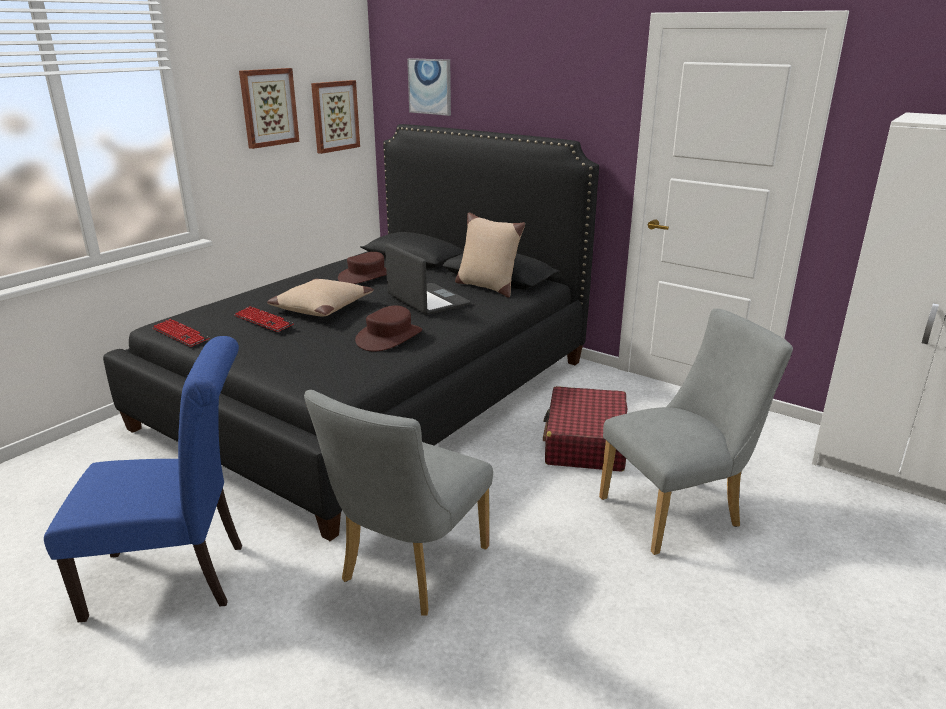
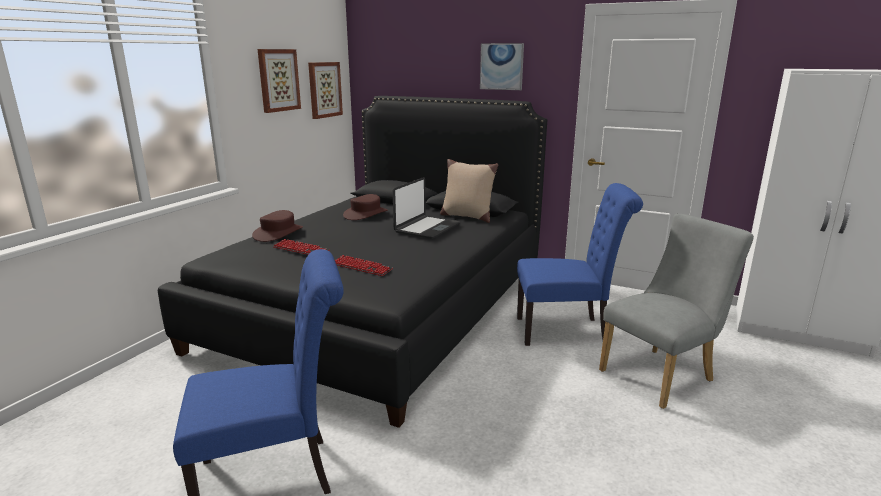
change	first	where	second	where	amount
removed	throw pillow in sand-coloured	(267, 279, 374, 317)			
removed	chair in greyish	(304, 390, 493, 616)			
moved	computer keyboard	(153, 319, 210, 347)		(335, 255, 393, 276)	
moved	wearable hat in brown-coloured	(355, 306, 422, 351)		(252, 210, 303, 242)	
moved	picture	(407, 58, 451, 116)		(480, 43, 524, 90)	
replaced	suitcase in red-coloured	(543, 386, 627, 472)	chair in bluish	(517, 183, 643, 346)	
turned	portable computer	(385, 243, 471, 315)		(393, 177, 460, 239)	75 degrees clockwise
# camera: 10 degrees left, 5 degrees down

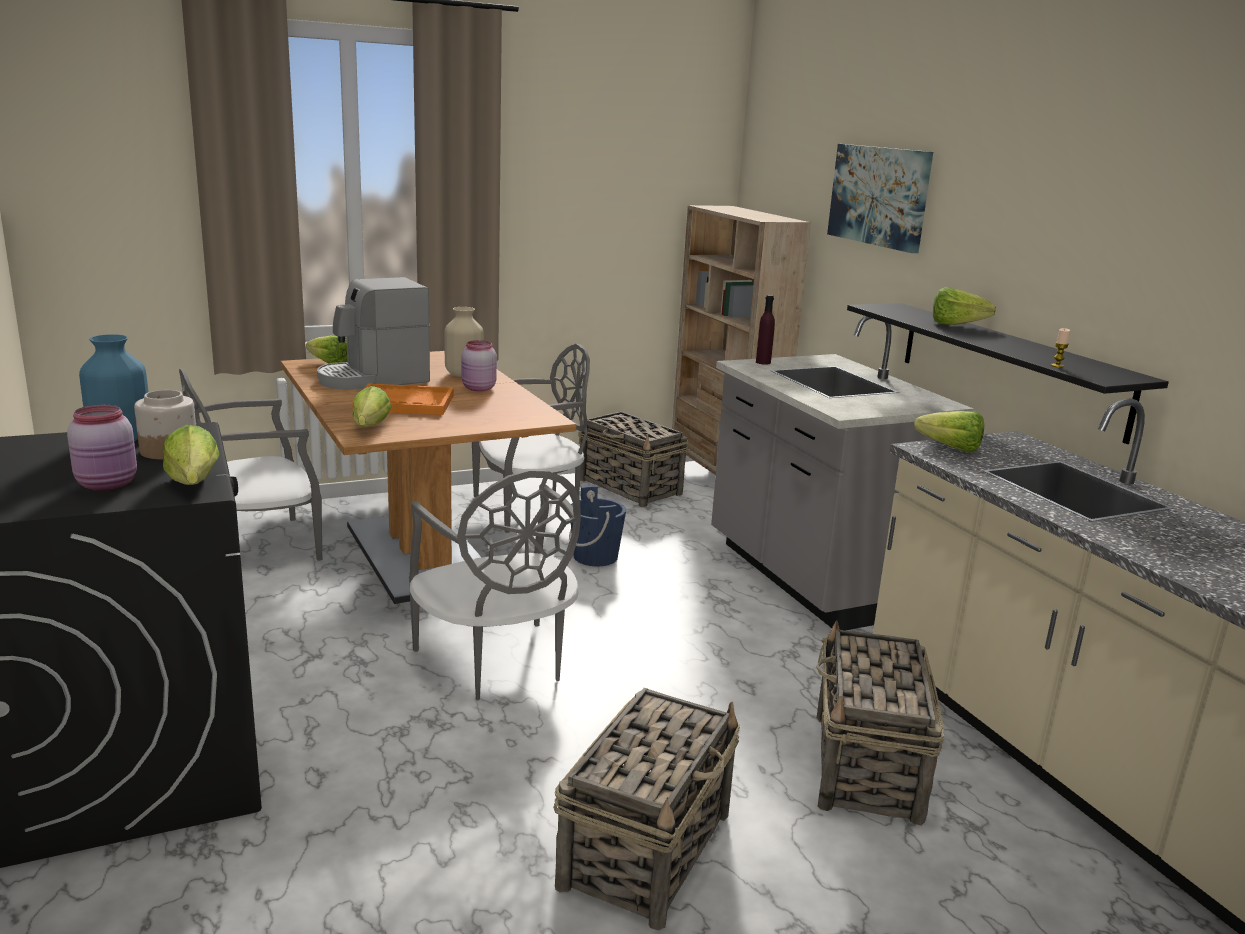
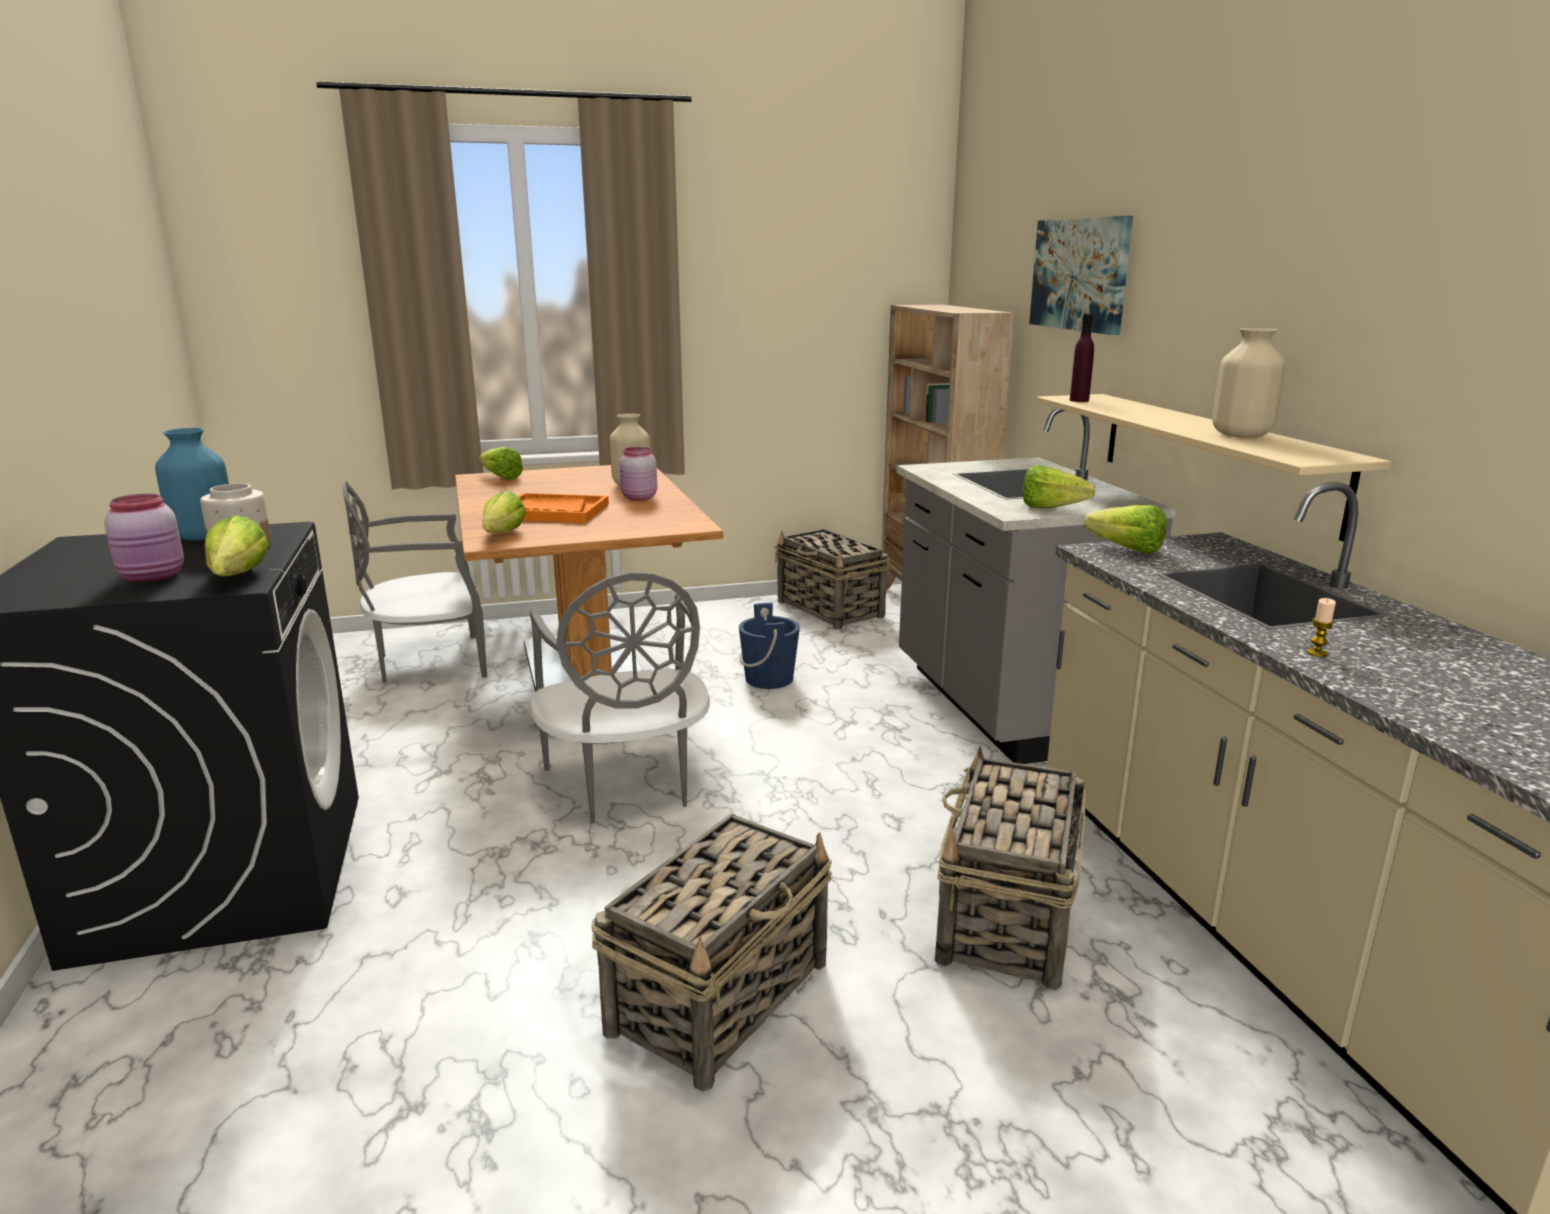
change	first	where	second	where	amount
removed	coffee brewer	(317, 277, 430, 390)			
removed	chair in greyish	(472, 344, 590, 533)			
added			vase in sand-coloured	(1212, 328, 1286, 438)	
moved	bottle in purplish	(756, 295, 775, 365)		(1070, 314, 1094, 402)	
moved	head of lettuce	(933, 287, 996, 325)		(1023, 465, 1096, 508)	
moved	candle	(1051, 328, 1070, 368)		(1307, 598, 1336, 657)	
recoloured	wall shelf in black-coloured	(847, 303, 1169, 444)	wall shelf in sand-coloured	(1036, 394, 1391, 542)	
# camera: 10 degrees right, 0 degrees up

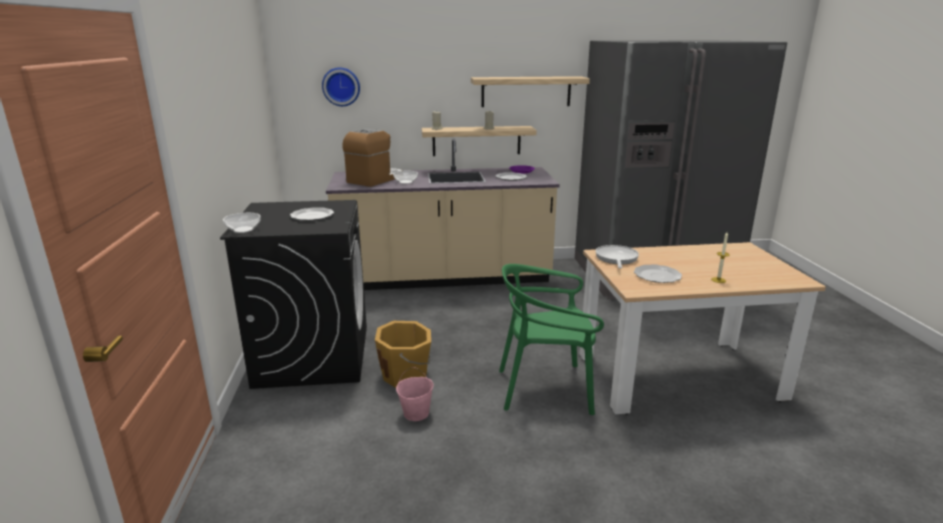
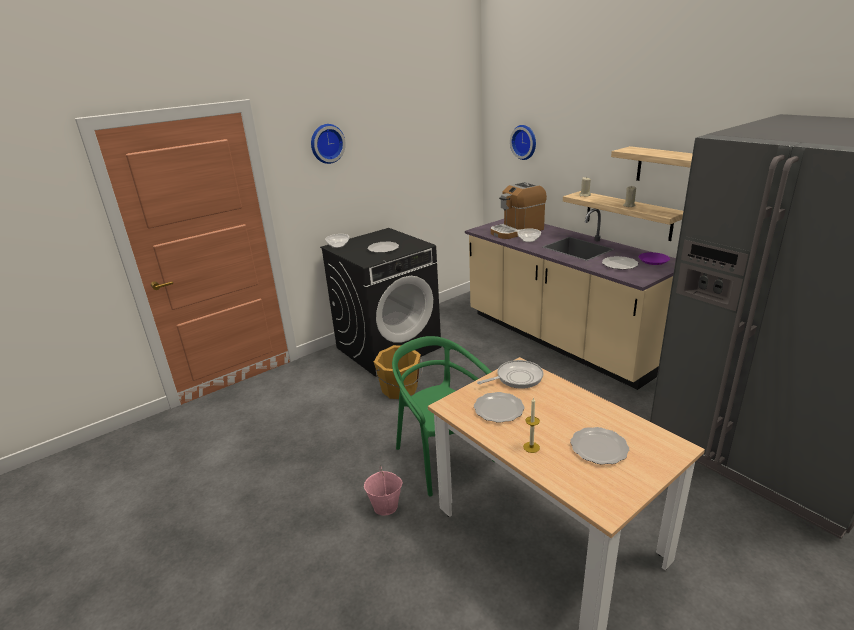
change	first	where	second	where	amount
added			wall clock	(311, 124, 346, 164)	
added			plate	(570, 427, 629, 465)	
moved	water bucket in pinkish	(396, 367, 434, 421)		(364, 465, 403, 516)	
turned	coffee brewer	(342, 129, 402, 187)		(491, 182, 547, 239)	150 degrees clockwise
# camera: 60 degrees right, 5 degrees up

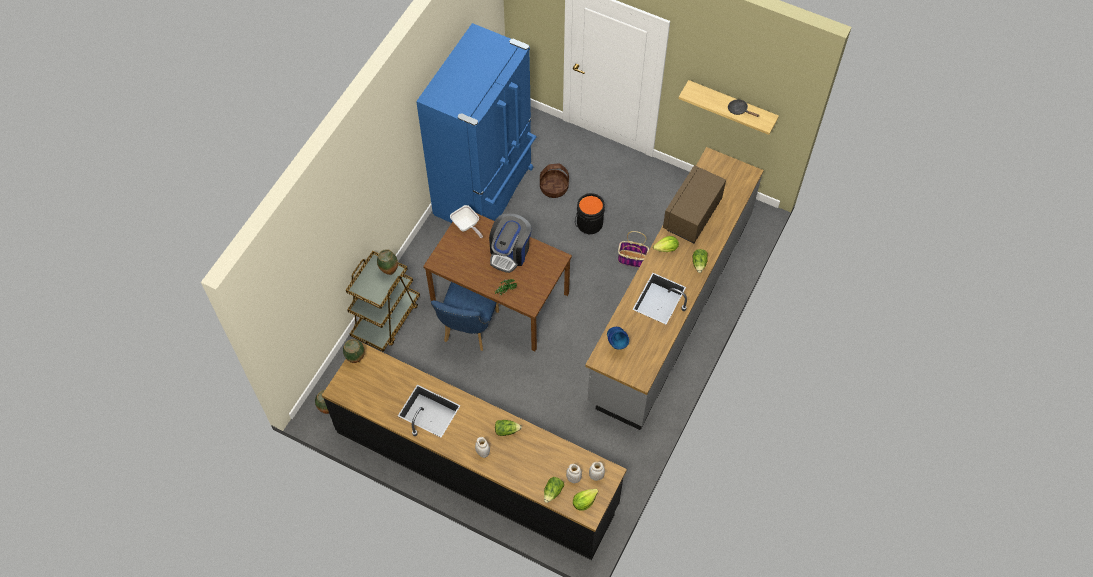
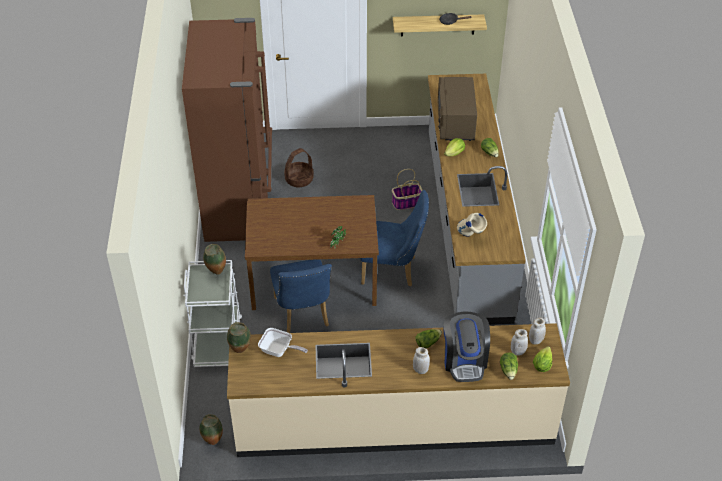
change	first	where	second	where	amount
removed	water bucket in black-coloured	(575, 193, 605, 234)			
added			chair in bluish	(360, 190, 429, 287)	
moved	skillet	(450, 205, 483, 238)		(258, 328, 308, 357)	
moved	coffee brewer	(489, 213, 532, 273)		(443, 312, 490, 382)	
recoloured	kitchen base unit in black-coloured	(322, 342, 627, 560)	kitchen base unit in sand-coloured	(227, 323, 570, 457)	
recoloured	cart in brown-coloured	(346, 251, 420, 352)	cart in white-coloured	(183, 260, 242, 367)	
recoloured	refrigerator in bluish	(416, 23, 537, 223)	refrigerator in brown-coloured	(182, 18, 272, 242)	
recoloured	vase in bluish	(607, 327, 629, 350)	vase in sand-coloured	(457, 213, 487, 237)	
# camera: 30 degrees left, 15 degrees down

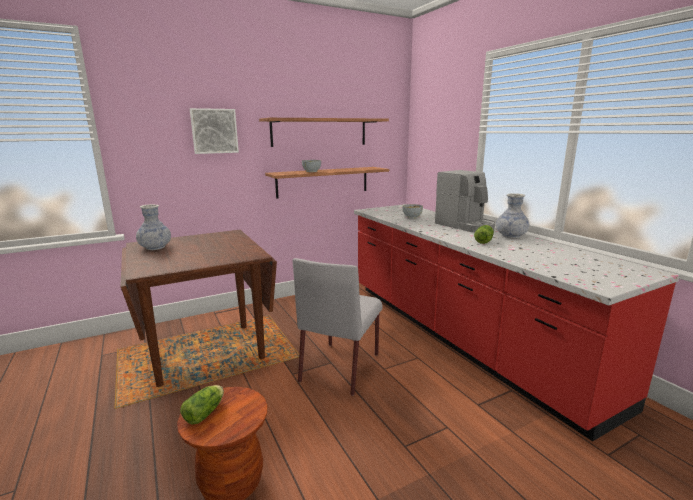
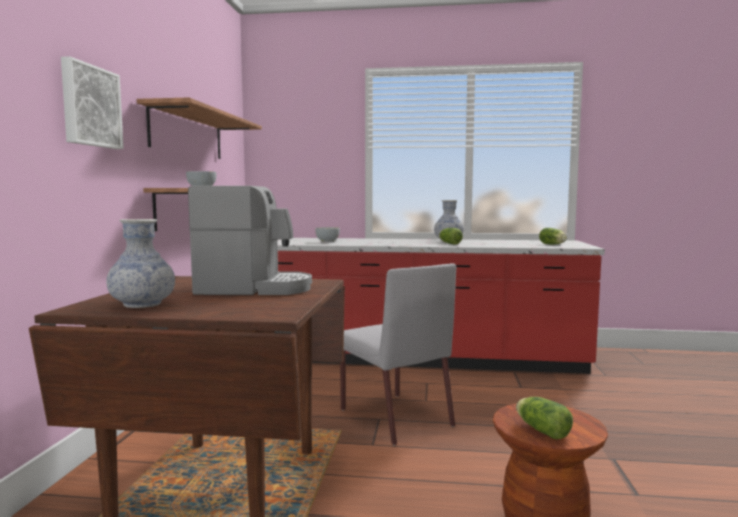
change	first	where	second	where	amount
added			head of lettuce	(539, 228, 567, 244)	
moved	coffee brewer	(435, 170, 496, 232)		(188, 186, 312, 295)	
# camera: 55 degrees left, 10 degrees down

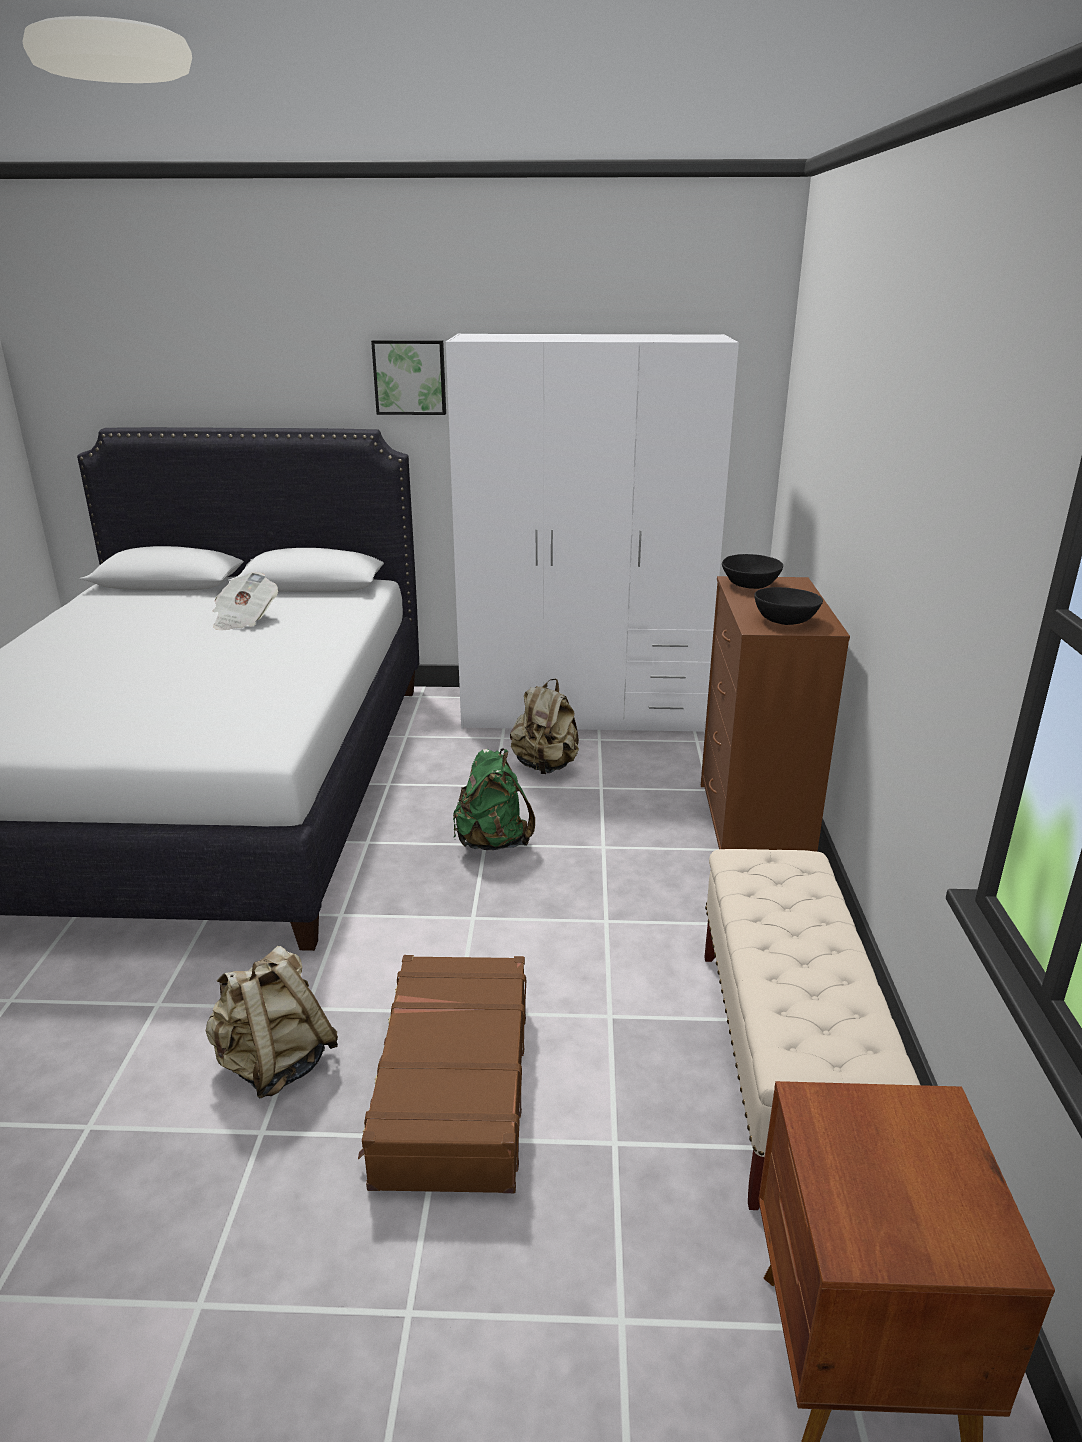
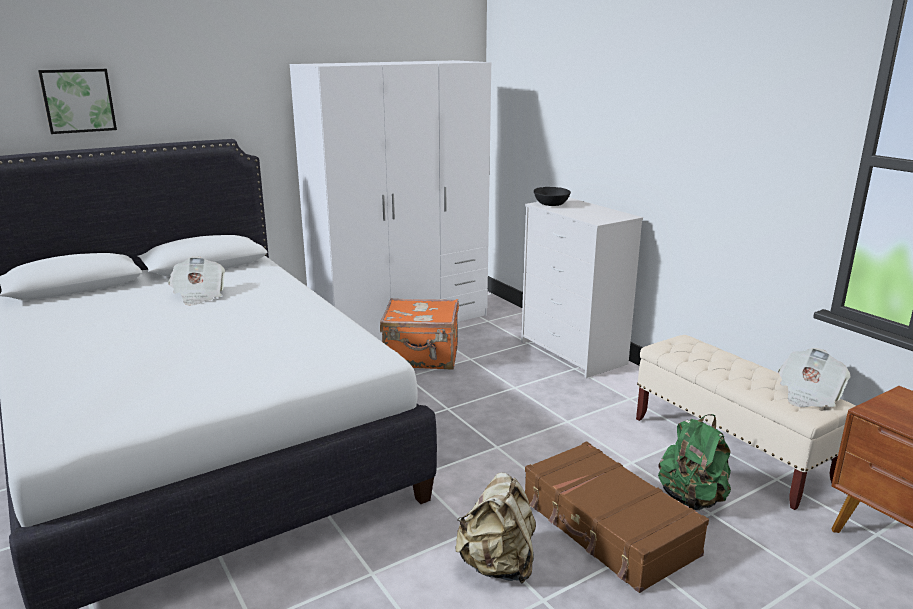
change	first	where	second	where	amount
removed	serving bowl in black-coloured	(754, 587, 823, 625)			
added			printed paper	(778, 348, 851, 407)	
moved	picture	(371, 340, 446, 415)		(38, 69, 117, 134)	
moved	rucksack in greenish	(453, 748, 535, 850)		(658, 414, 731, 510)	
replaced	rucksack in sand-coloured	(510, 679, 579, 774)	suitcase in orangey	(380, 298, 459, 370)	
recoloured	dresser in brown-coloured	(701, 576, 850, 852)	dresser in white-coloured	(521, 198, 643, 378)	
# camera: 35 degrees left, 5 degrees down

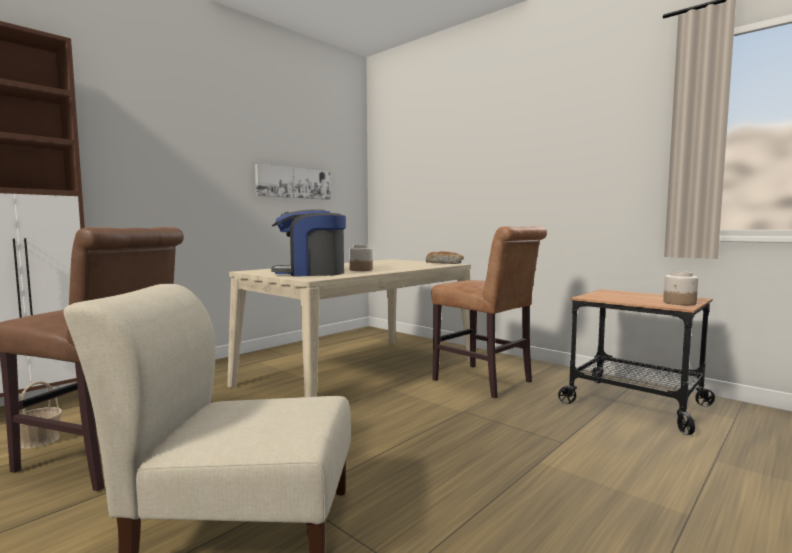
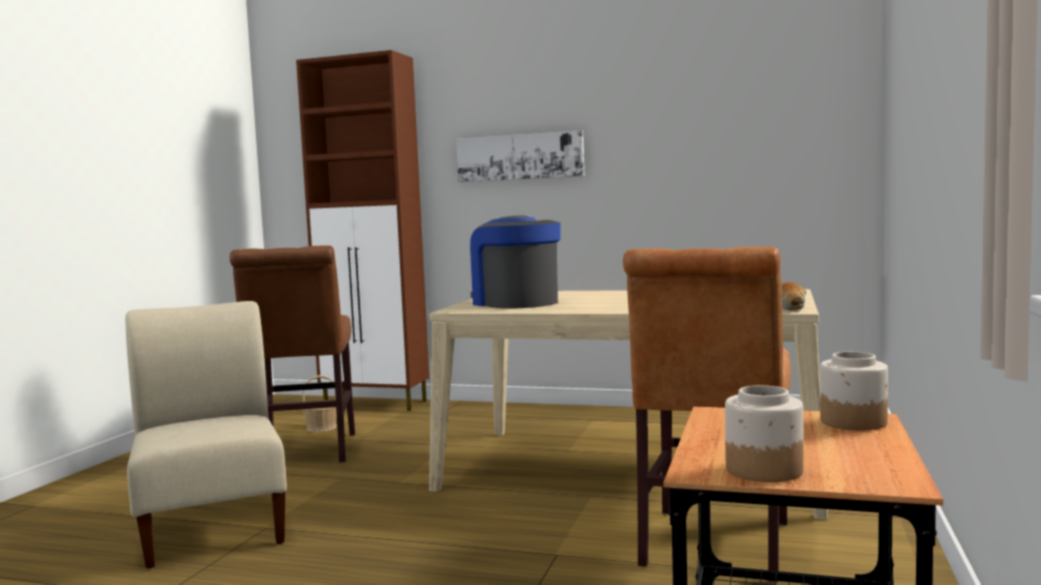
change	first	where	second	where	amount
moved	picture	(255, 164, 331, 200)		(456, 130, 585, 182)	
moved	jar	(349, 245, 373, 271)		(820, 352, 888, 430)	
# camera: 65 degrees right, 0 degrees up

